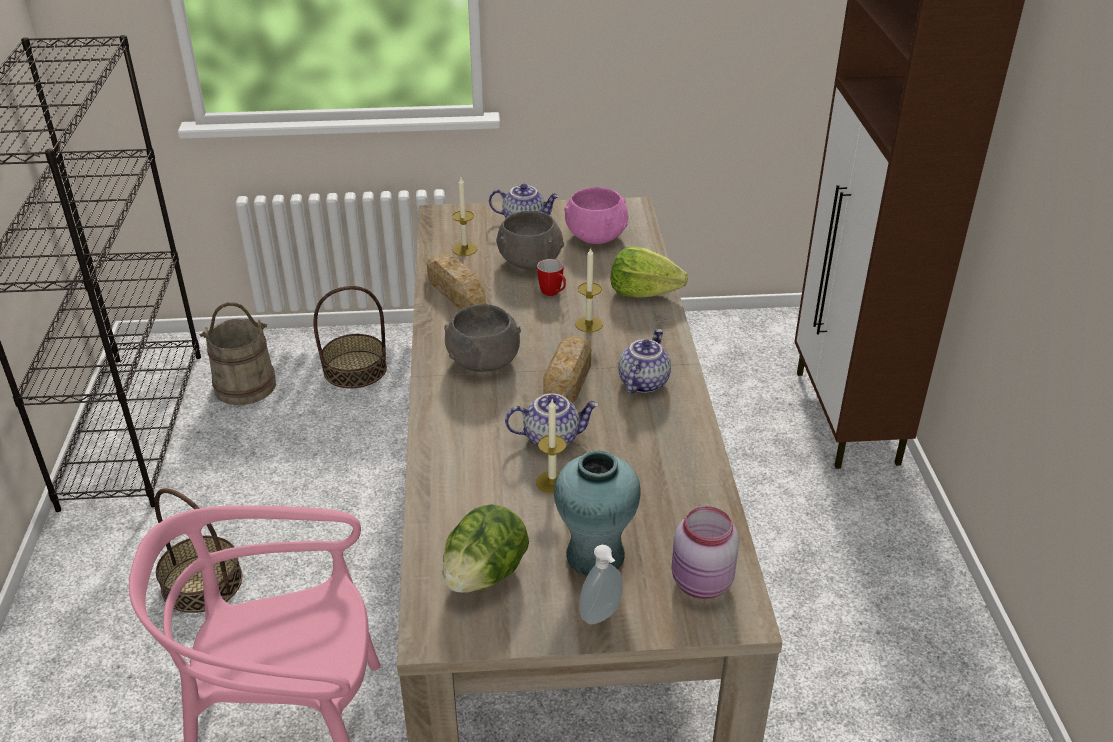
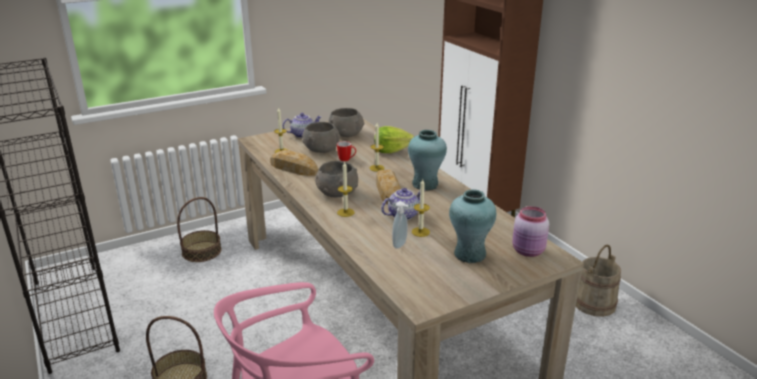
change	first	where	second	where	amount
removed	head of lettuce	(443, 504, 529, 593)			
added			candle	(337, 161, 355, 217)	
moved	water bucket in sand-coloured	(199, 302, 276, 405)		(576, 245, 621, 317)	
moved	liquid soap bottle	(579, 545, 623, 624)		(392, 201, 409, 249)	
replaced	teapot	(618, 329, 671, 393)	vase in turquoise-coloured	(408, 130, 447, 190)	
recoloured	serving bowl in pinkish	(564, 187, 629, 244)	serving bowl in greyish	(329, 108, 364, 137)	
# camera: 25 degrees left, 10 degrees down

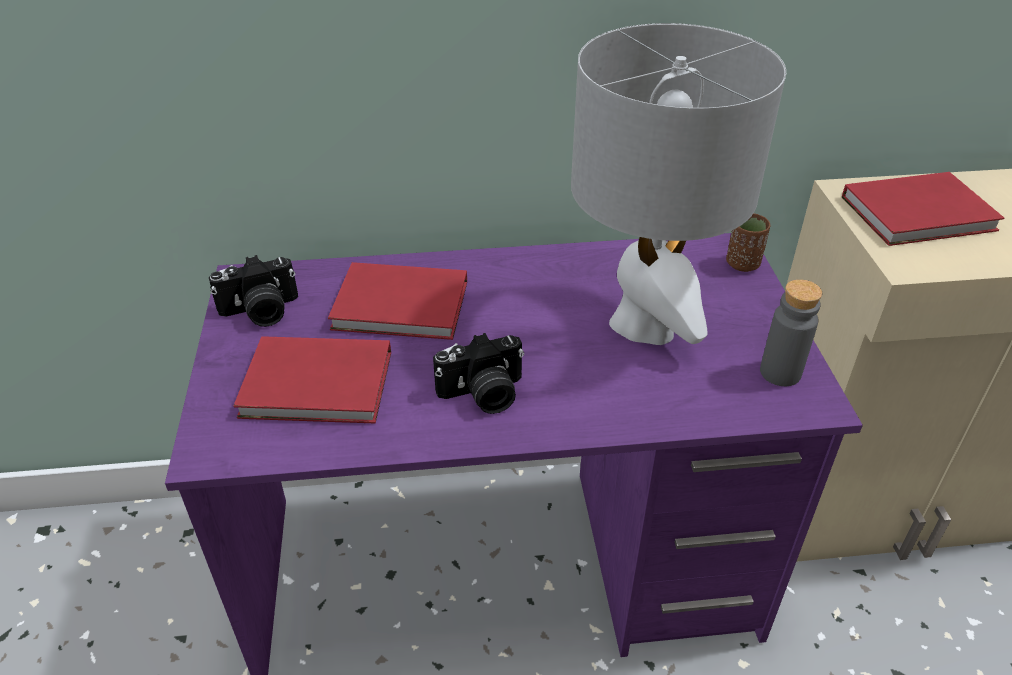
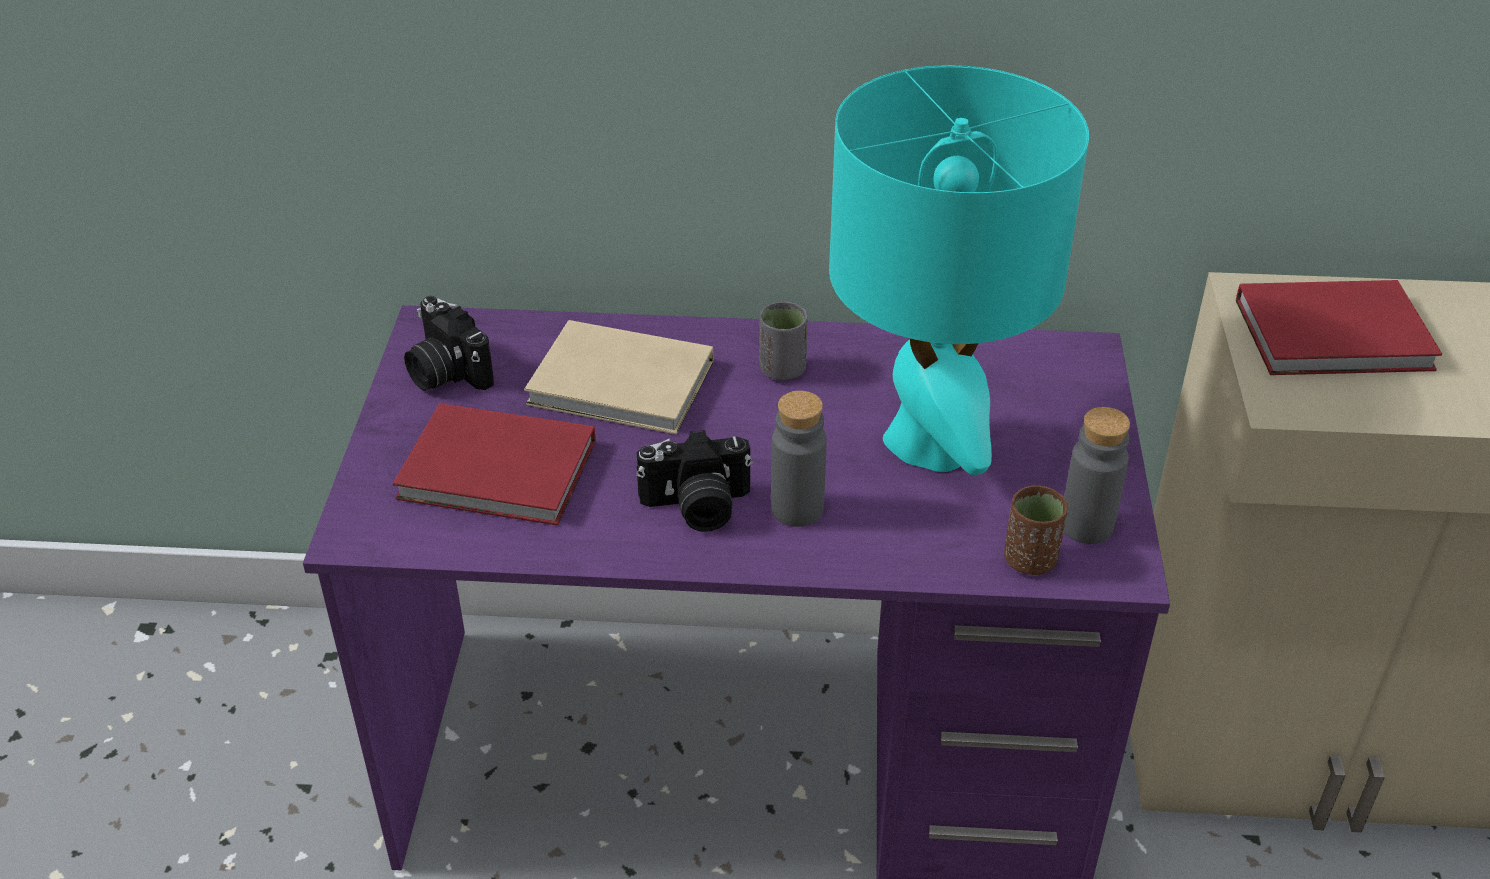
change	first	where	second	where	amount
added			drinking cup in greyish	(759, 301, 807, 381)	
added			bottle in greyish	(771, 391, 827, 527)	
moved	drinking cup in brown-coloured	(726, 213, 770, 272)		(1004, 485, 1068, 575)	
recoloured	book in red-coloured	(328, 262, 467, 340)	book in sand-coloured	(524, 320, 713, 434)	
recoloured	tabletop lamp in greyish	(571, 23, 786, 345)	tabletop lamp in turquoise-coloured	(829, 65, 1089, 475)	
turned	photo camera	(209, 255, 298, 327)		(404, 296, 494, 390)	60 degrees clockwise
# camera: 10 degrees right, 0 degrees up

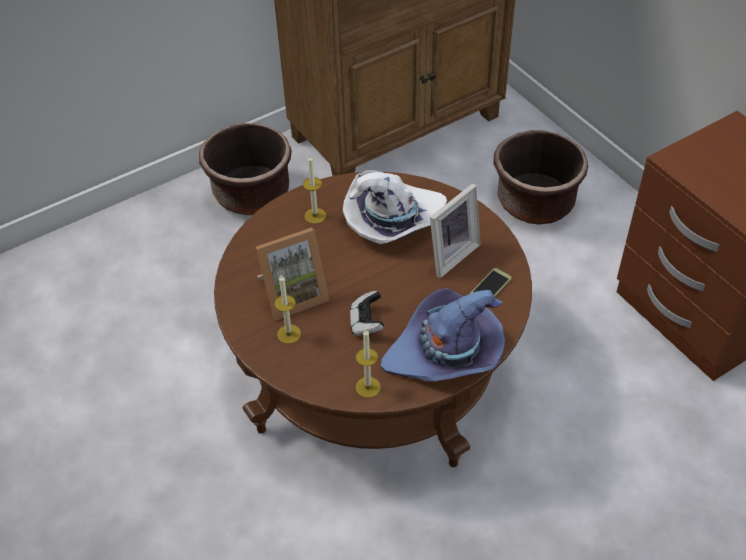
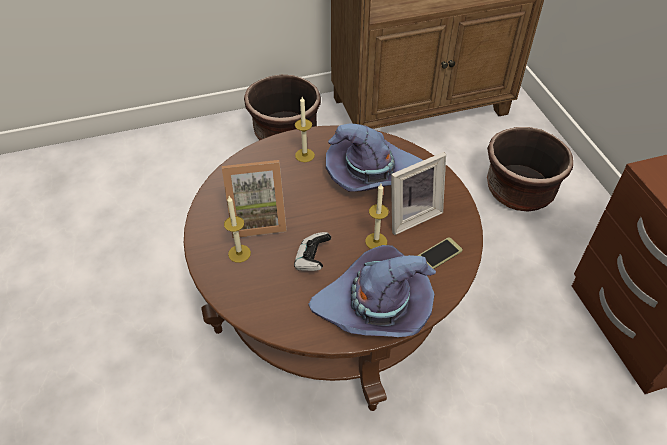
change	first	where	second	where	amount
moved	candle	(356, 329, 381, 398)		(365, 184, 389, 249)	
recoloured	wearable hat in white-coloured	(343, 170, 447, 244)	wearable hat in purplish	(326, 124, 423, 192)	
# camera: 15 degrees right, 0 degrees up

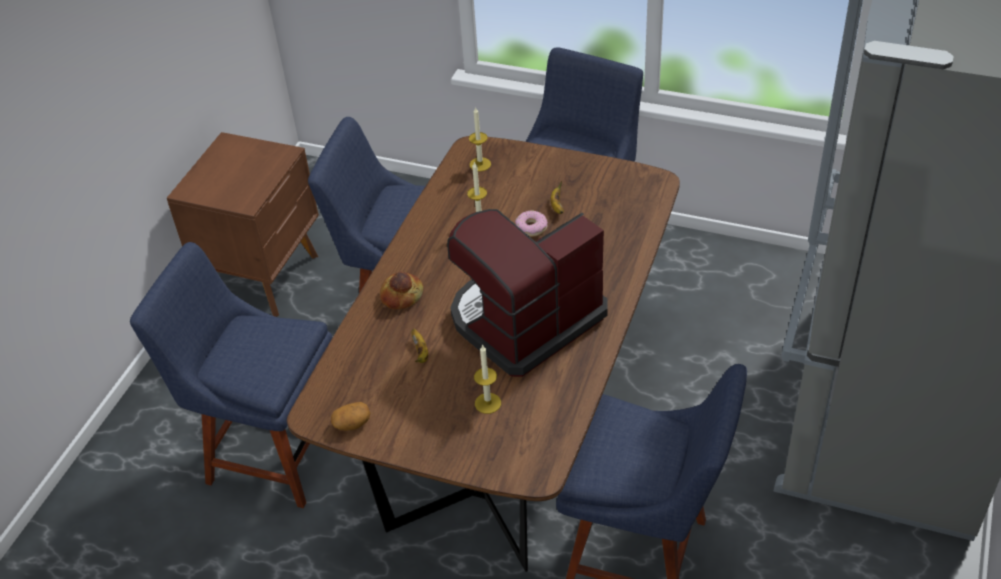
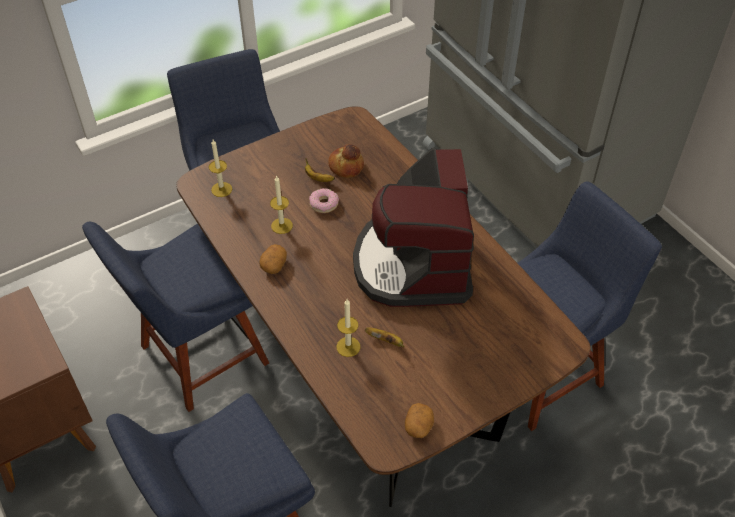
change	first	where	second	where	amount
added			potato	(259, 244, 287, 274)	
moved	bread	(380, 272, 423, 309)		(328, 144, 364, 178)	
moved	candle	(474, 344, 501, 414)		(336, 299, 360, 357)	
# camera: 55 degrees left, 5 degrees up

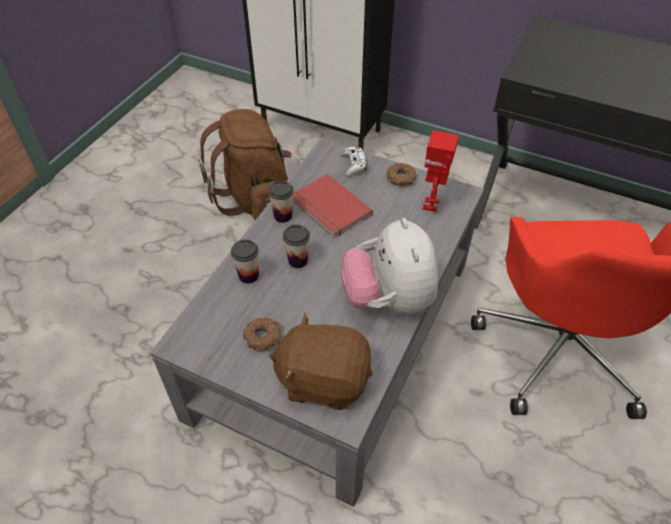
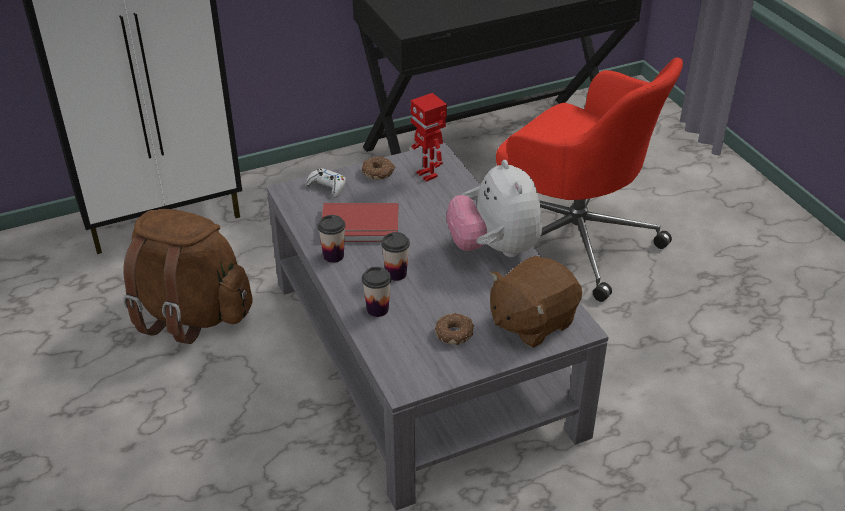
change	first	where	second	where	amount
turned	soft toy	(341, 218, 438, 314)		(447, 160, 542, 257)	45 degrees clockwise
# camera: 50 degrees left, 10 degrees down

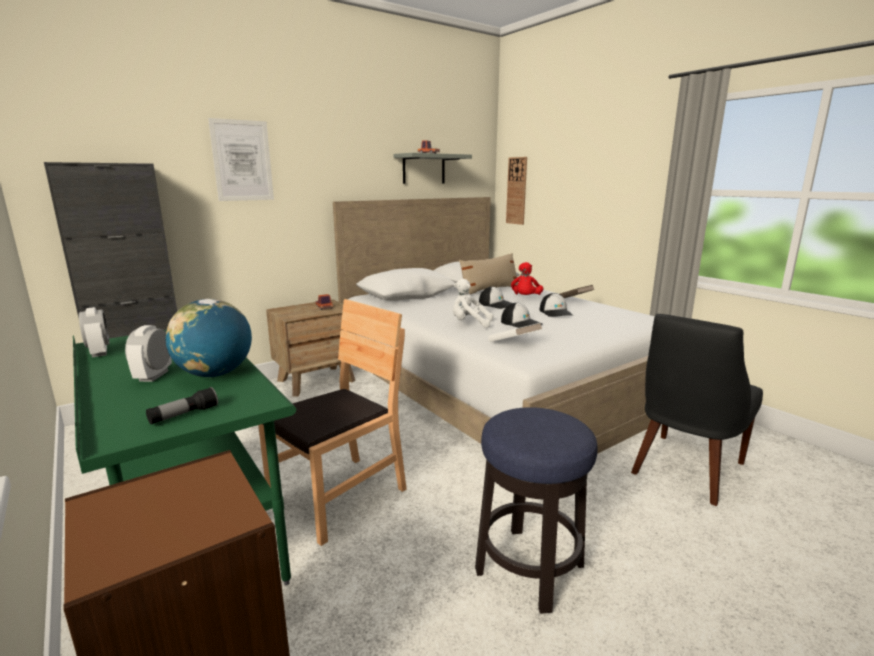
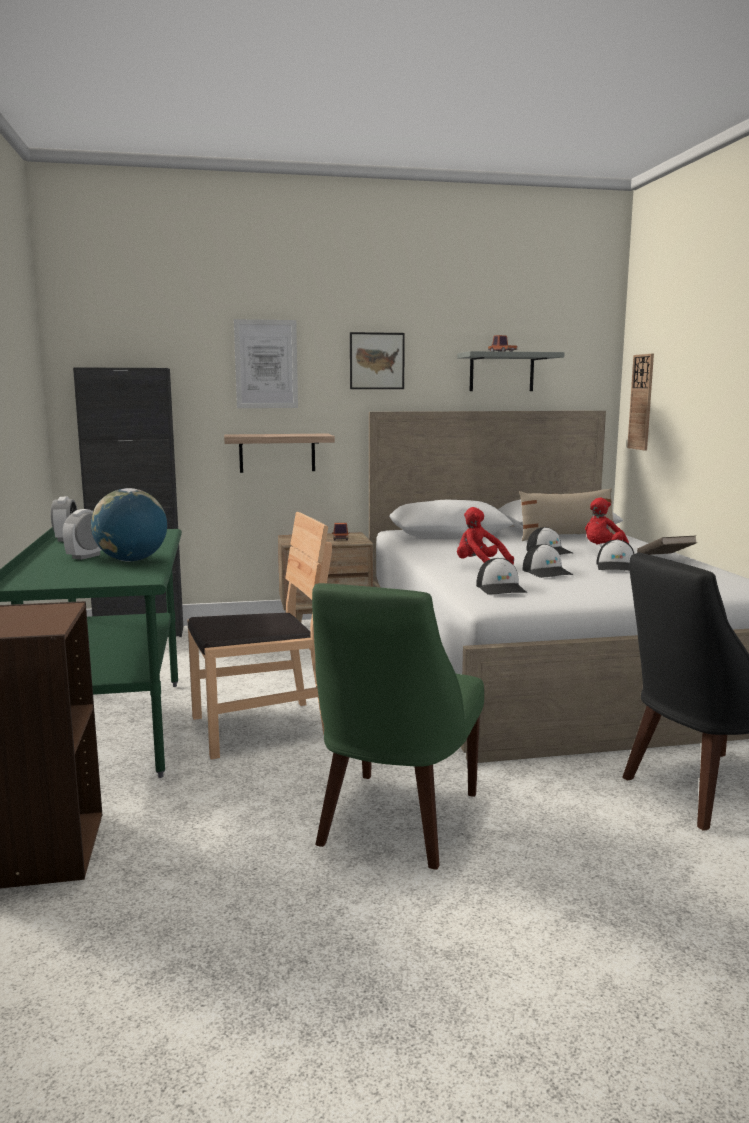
change	first	where	second	where	amount
removed	torch	(146, 387, 218, 425)			
added			wall shelf	(224, 434, 335, 473)	
added			picture	(350, 332, 405, 389)	
replaced	sitting stool	(475, 407, 597, 614)	chair in greenish	(312, 583, 484, 870)	
replaced	book in white-coloured	(488, 323, 543, 342)	peaked cap	(476, 558, 527, 595)	
recoloured	soft toy in white-coloured	(453, 279, 493, 328)	soft toy in red-coloured	(457, 507, 514, 565)	
# camera: 25 degrees right, 5 degrees down

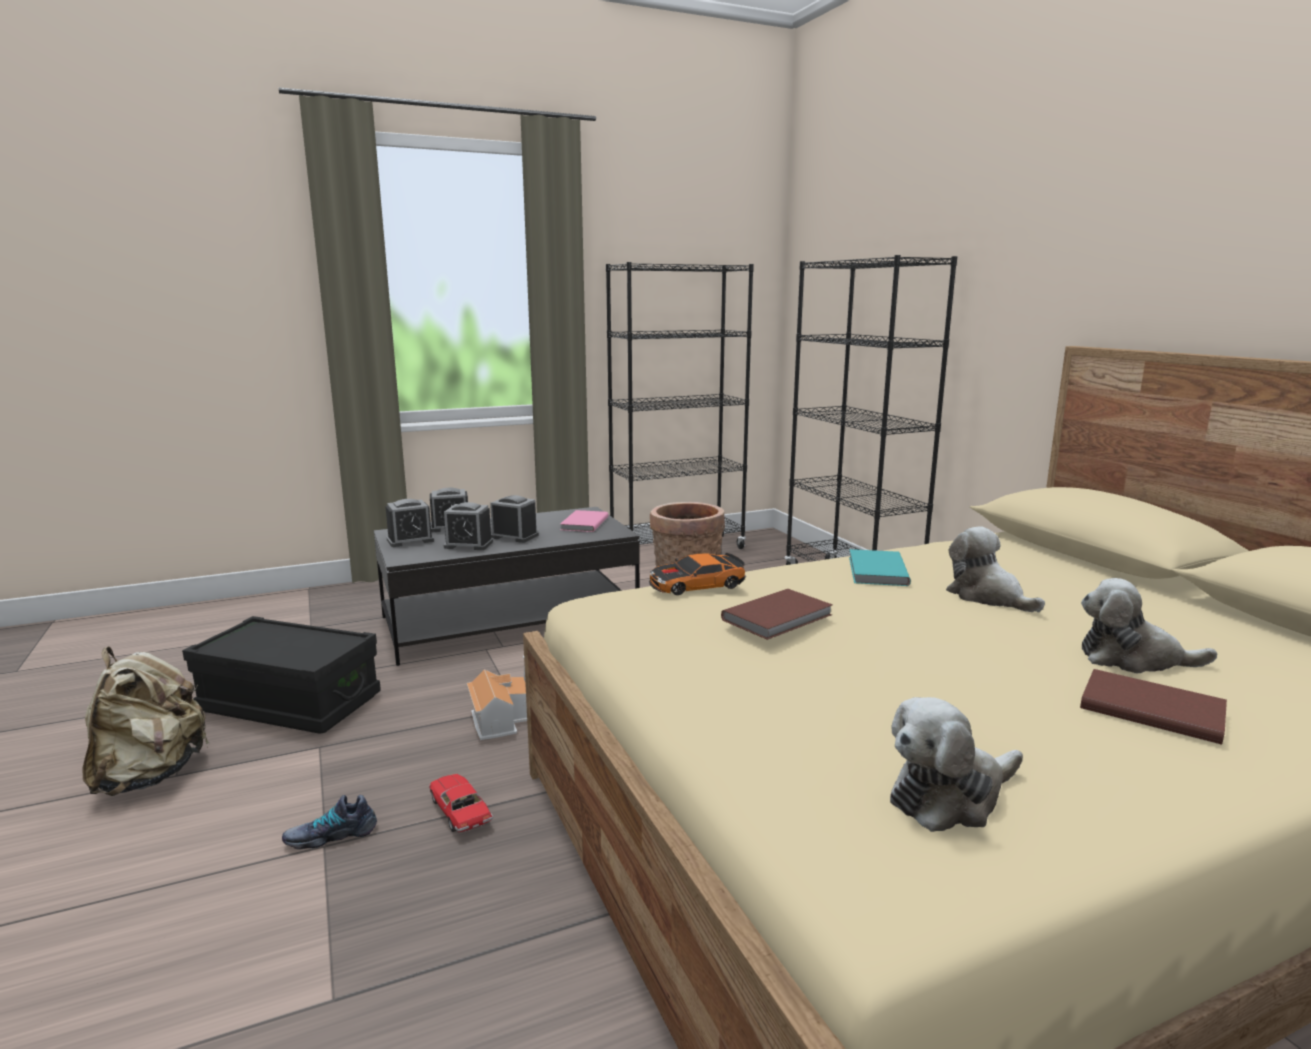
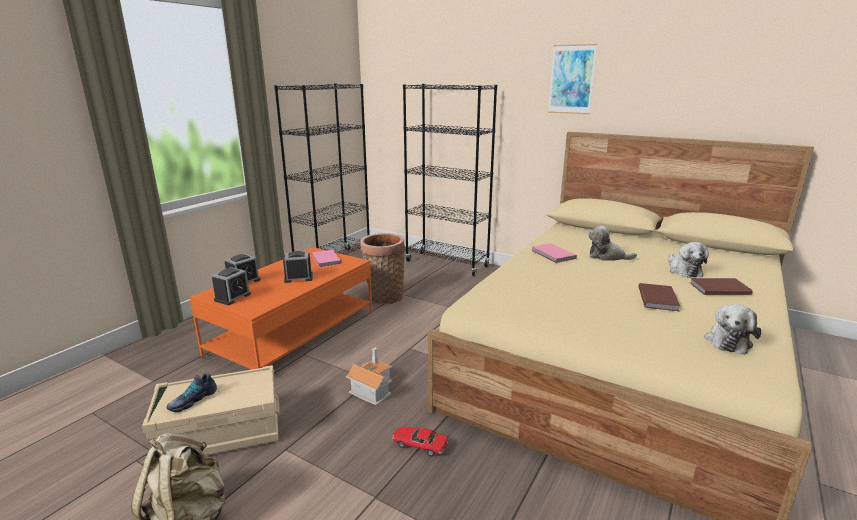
change	first	where	second	where	amount
removed	table clock	(443, 502, 493, 550)			
removed	model car	(649, 553, 746, 595)			
added			picture	(548, 44, 597, 114)	
moved	low shoe	(282, 795, 377, 850)		(167, 373, 217, 412)	
moved	book in brown-coloured	(721, 589, 833, 640)		(639, 283, 680, 311)	
recoloured	storage container in black-coloured	(182, 616, 381, 734)	storage container in sand-coloured	(142, 365, 280, 455)	
recoloured	lounge table in black-coloured	(374, 507, 640, 666)	lounge table in orangey	(189, 247, 372, 370)	
recoloured	book in turquoise-coloured	(849, 549, 911, 586)	book in pinkish	(532, 243, 577, 263)	
turned	soft toy	(1081, 578, 1217, 673)		(668, 242, 709, 278)	75 degrees counterclockwise
# camera: 35 degrees left, 5 degrees up

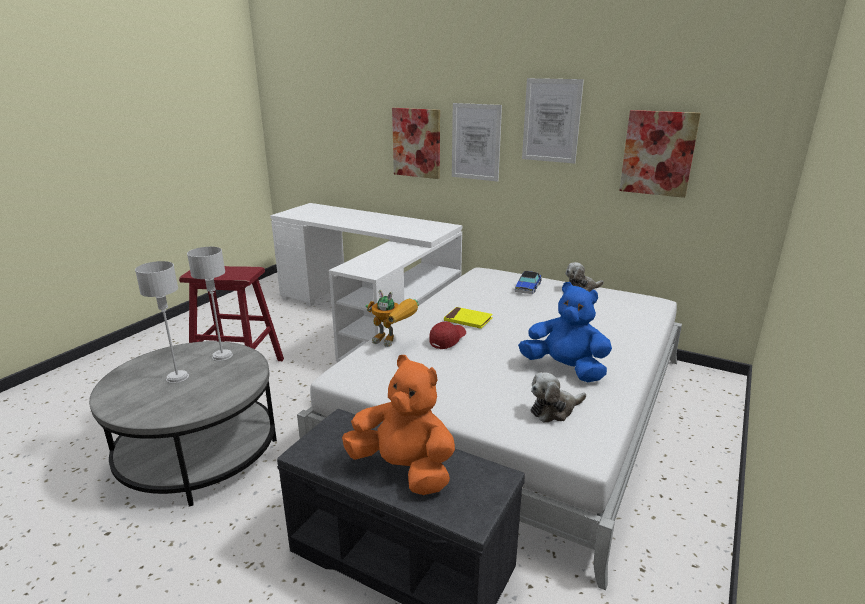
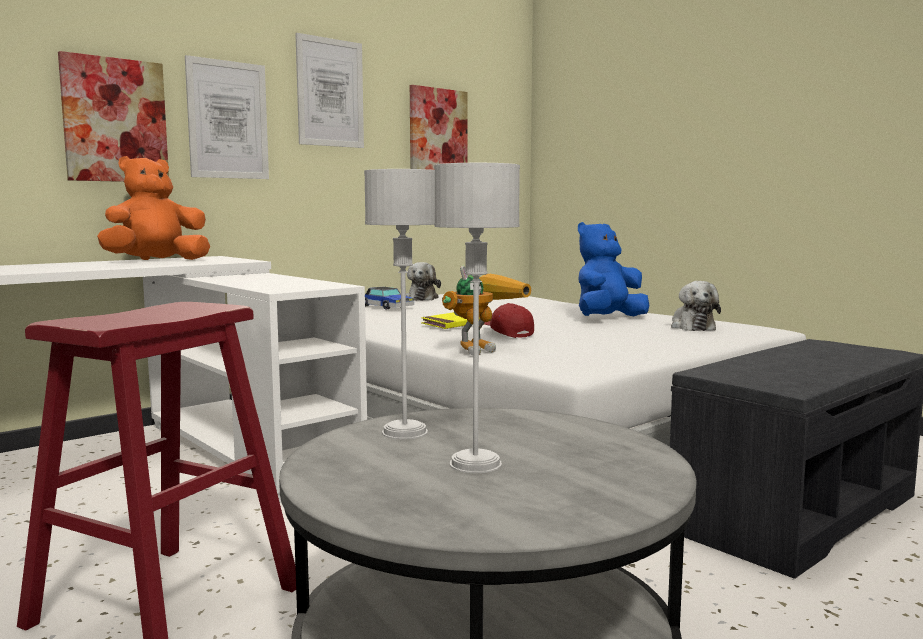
change	first	where	second	where	amount
moved	soft toy in orangey	(342, 355, 455, 495)		(97, 156, 210, 260)	
# camera: 70 degrees left, 15 degrees down

